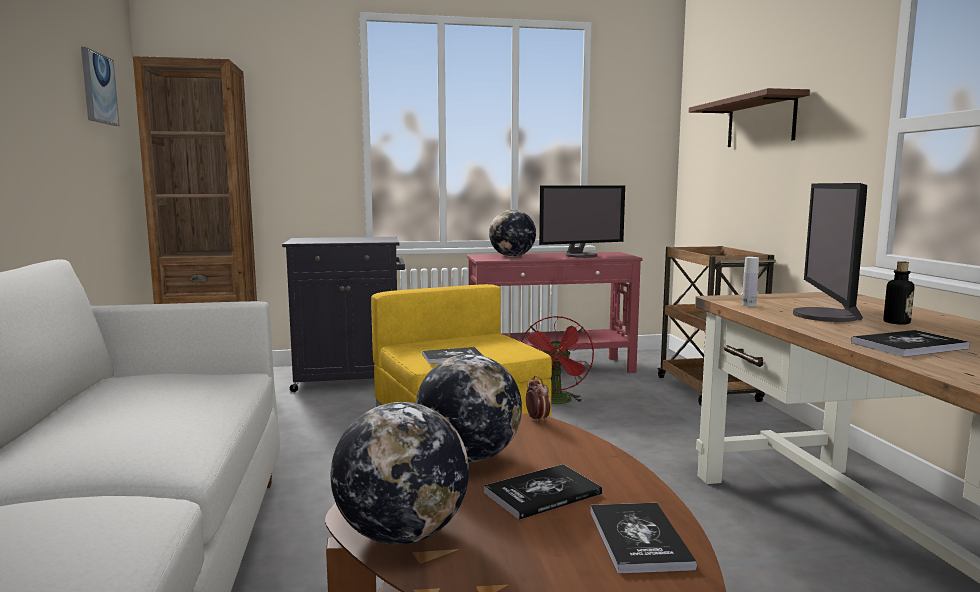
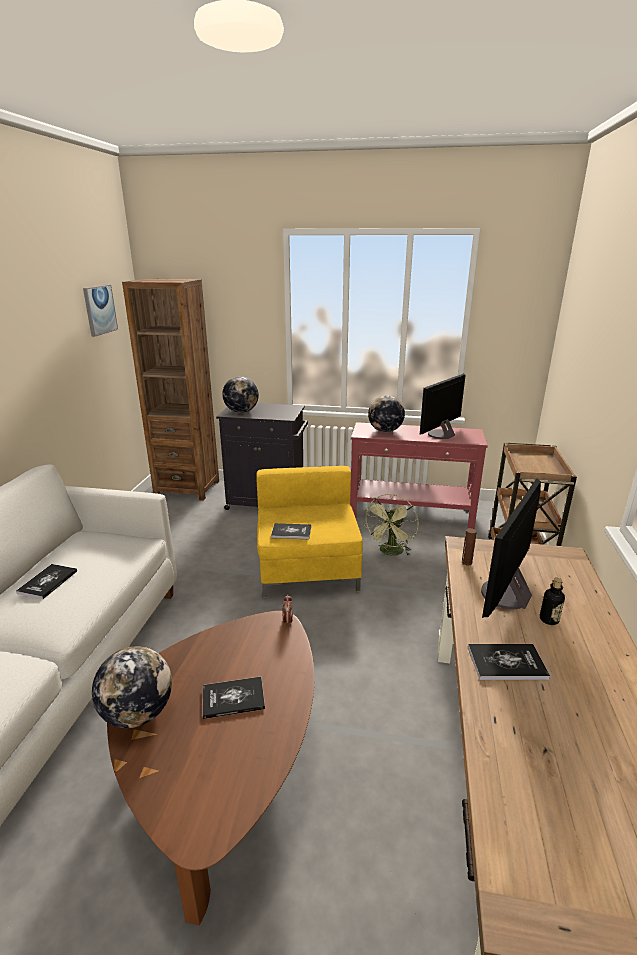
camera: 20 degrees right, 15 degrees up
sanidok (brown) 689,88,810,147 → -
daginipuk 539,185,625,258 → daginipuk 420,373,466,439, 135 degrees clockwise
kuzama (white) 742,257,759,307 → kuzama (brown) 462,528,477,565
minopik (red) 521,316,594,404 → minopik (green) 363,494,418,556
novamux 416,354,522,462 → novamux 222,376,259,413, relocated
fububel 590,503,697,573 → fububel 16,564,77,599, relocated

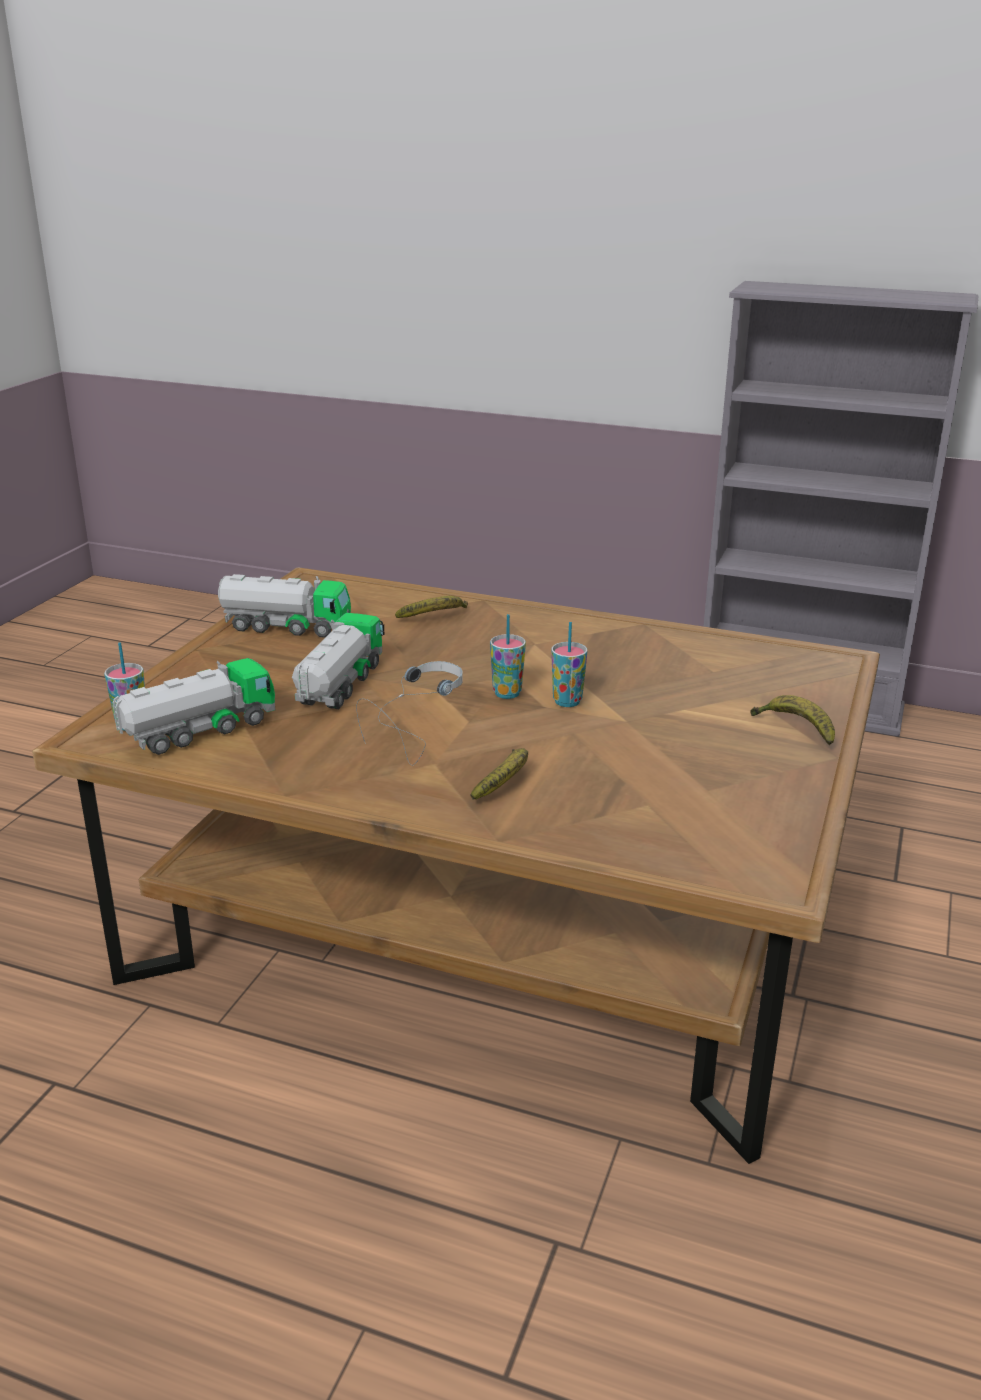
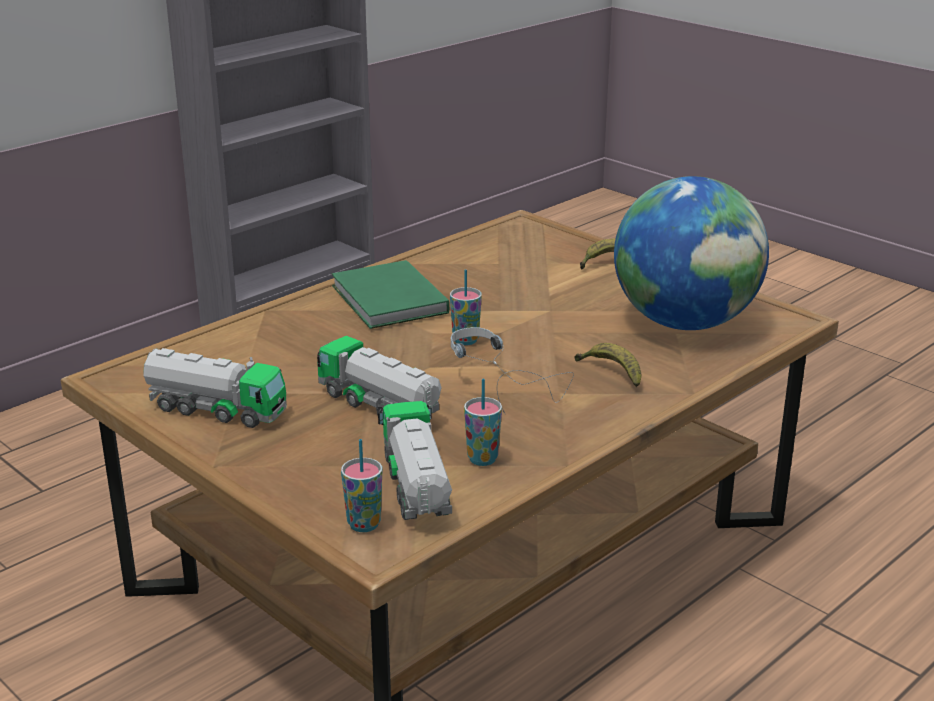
camera: 65 degrees left, 0 degrees up
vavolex 218,574,351,638 → vavolex 143,348,287,428, 75 degrees clockwise
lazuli 395,596,468,618 → -
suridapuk 551,622,587,707 → suridapuk 464,379,502,466, relocated
- → novamux 614,176,769,330
- → fububel (green) 332,260,449,329

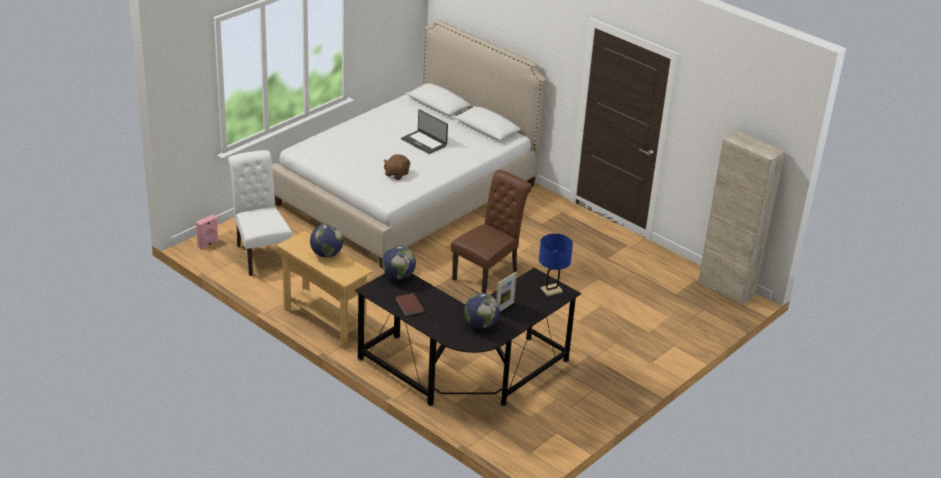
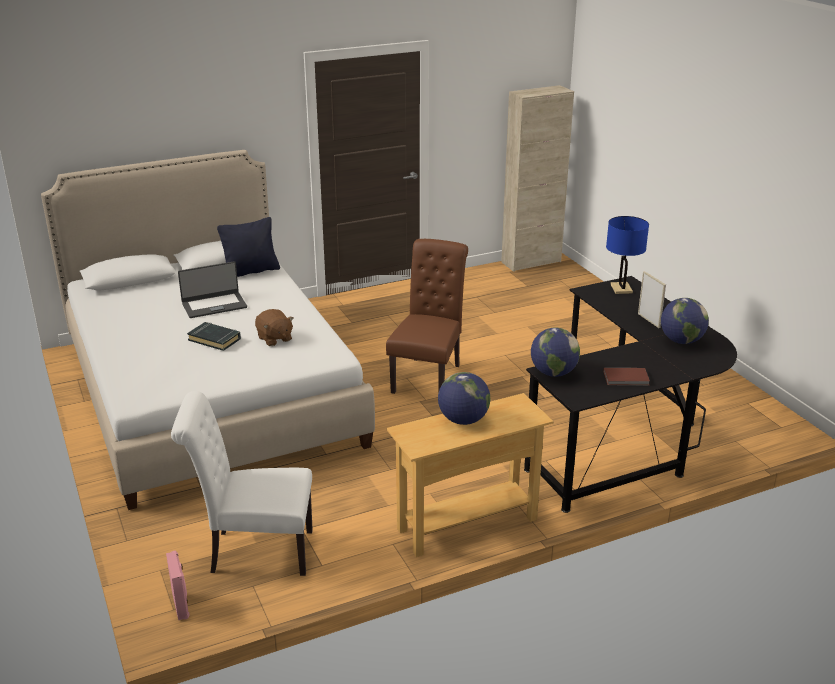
camera: 65 degrees left, 5 degrees down
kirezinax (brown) 451,170,532,293 → kirezinax (brown) 386,239,468,394, 45 degrees clockwise
- → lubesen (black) 217,217,280,277
- → fububel (black) 187,322,241,351

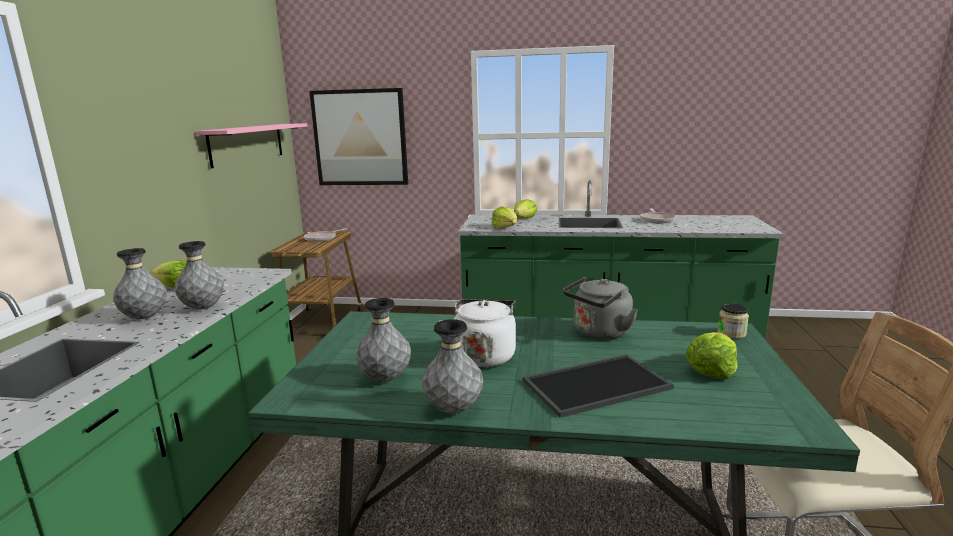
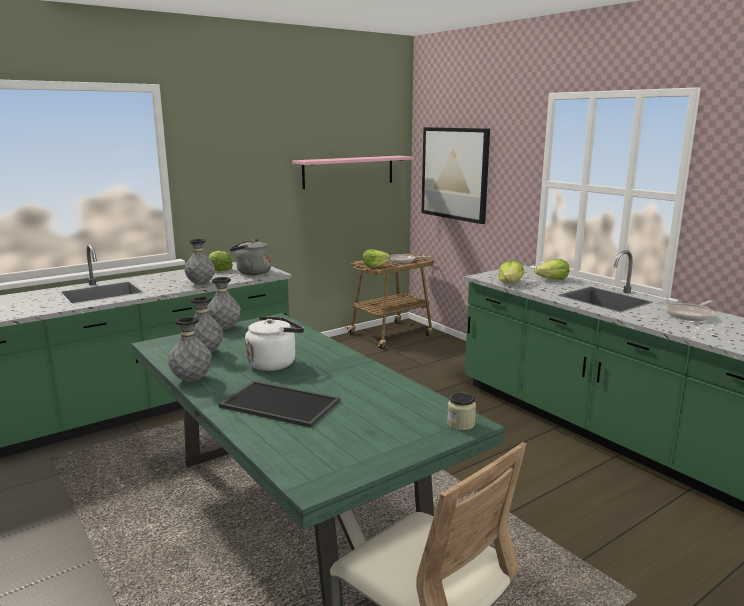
camera: 45 degrees right, 0 degrees up
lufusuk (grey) 113,248,167,319 → lufusuk (grey) 207,277,241,329, relocated
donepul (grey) 563,277,638,339 → donepul (grey) 229,239,271,275, relocated
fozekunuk 686,332,738,379 → fozekunuk 363,249,391,267, relocated

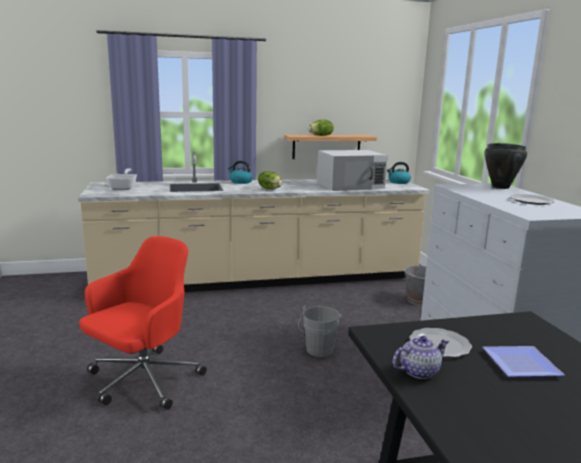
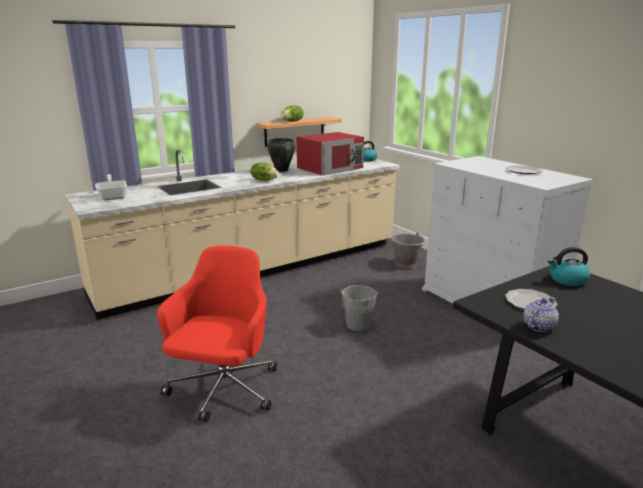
camera: 20 degrees left, 5 degrees up
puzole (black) 484,143,527,189 → puzole (black) 267,138,296,172, relocated
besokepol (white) 317,150,388,191 → besokepol (red) 297,132,364,176
donepul 228,161,253,184 → donepul 548,247,590,286, relocated
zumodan 482,346,565,377 → -

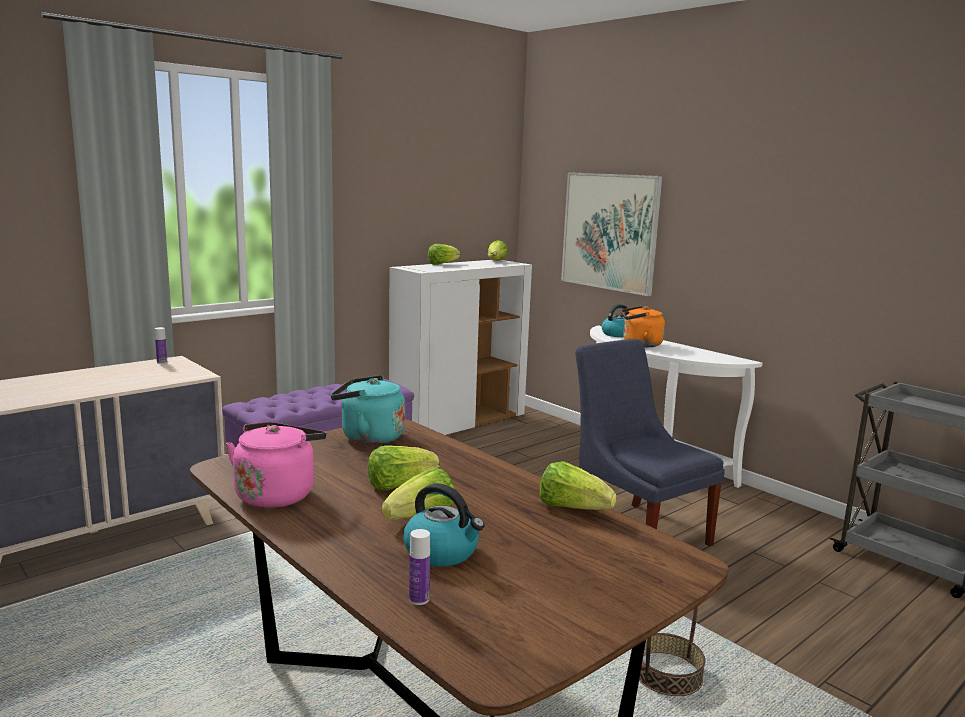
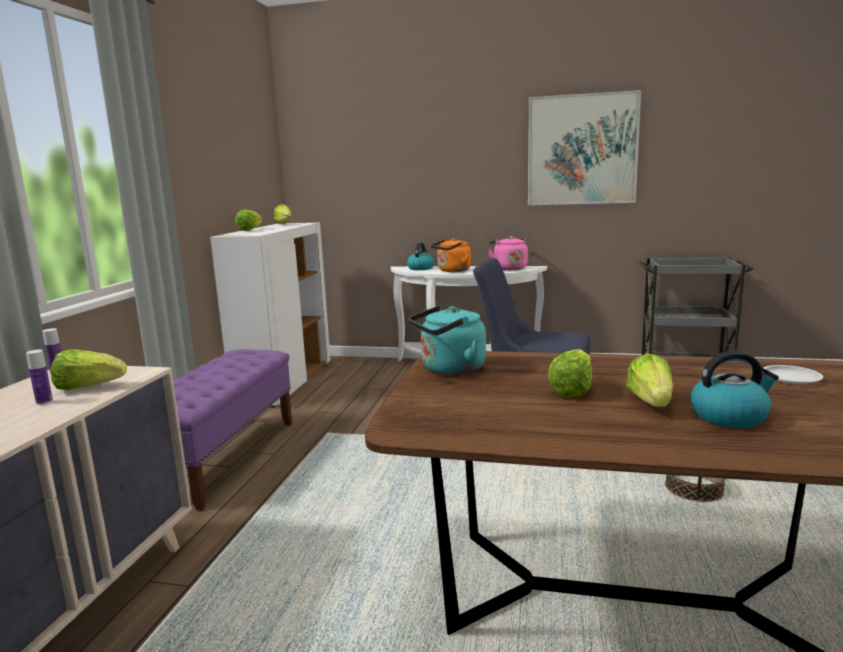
camera: 35 degrees left, 0 degrees up
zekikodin 561,172,662,296 → zekikodin 528,90,641,205, relocated
donepul (pink) 226,422,326,508 → donepul (pink) 488,236,528,270, relocated
fozekunuk 539,461,617,510 → fozekunuk 51,350,127,390, relocated
kuzama 409,529,430,605 → kuzama 26,350,53,405, relocated
- → zumodan (white) 763,365,823,384

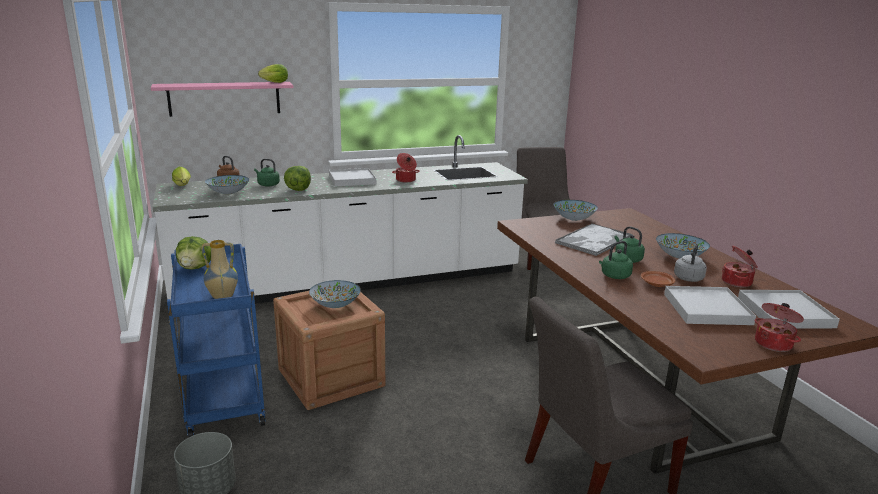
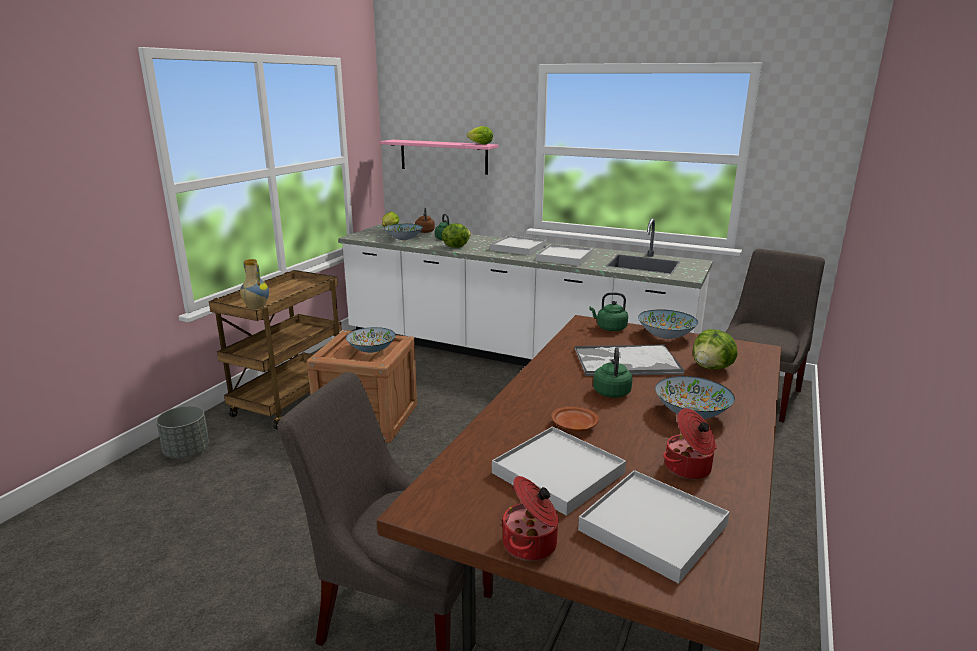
camera: 45 degrees right, 0 degrees up
puzole 392,153,420,182 → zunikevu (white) 536,244,593,266
fozekunuk 176,236,211,270 → fozekunuk 693,329,737,370, relocated
donepul (green) 599,241,633,279 → donepul (green) 589,292,628,331, relocated
donepul (grey) 674,243,707,282 → -
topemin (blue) 167,244,266,437 → topemin (brown) 209,270,342,429

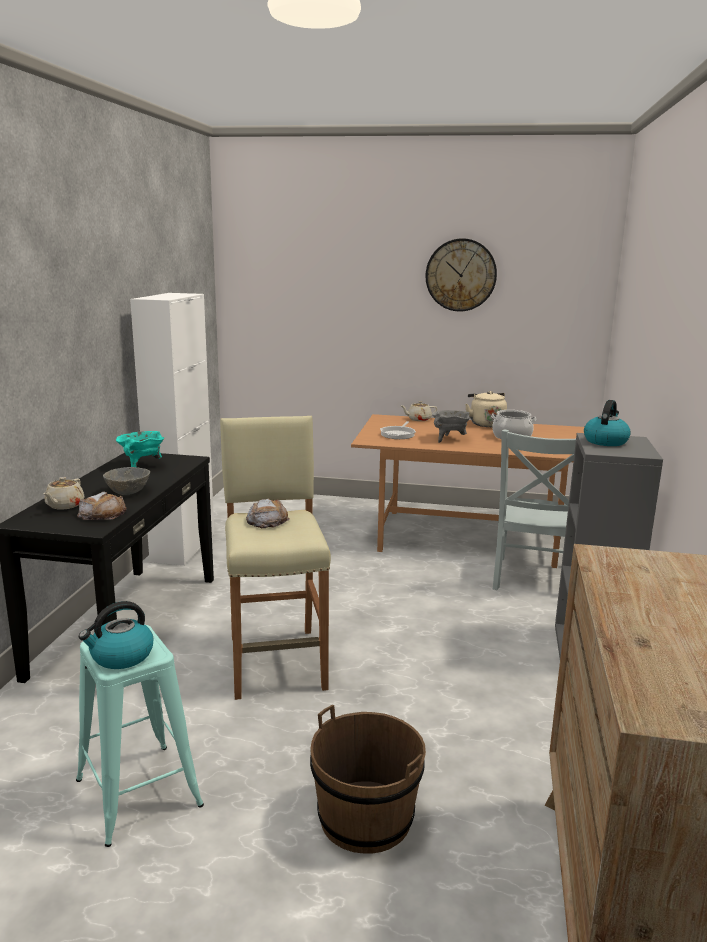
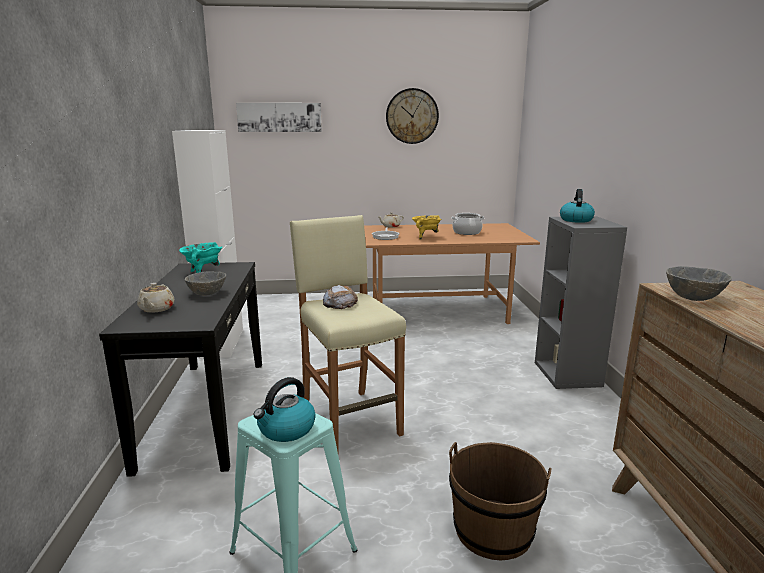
camera: 15 degrees left, 0 degrees up
donepul (beige) 465,391,507,427 → -
puzole (grey) 432,410,470,443 → puzole (yellow) 412,215,441,240
kirezinax (grey) 493,430,576,590 → -
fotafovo 77,492,127,520 → -
- → zekikodin 236,103,322,132
- → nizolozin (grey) 666,266,732,301

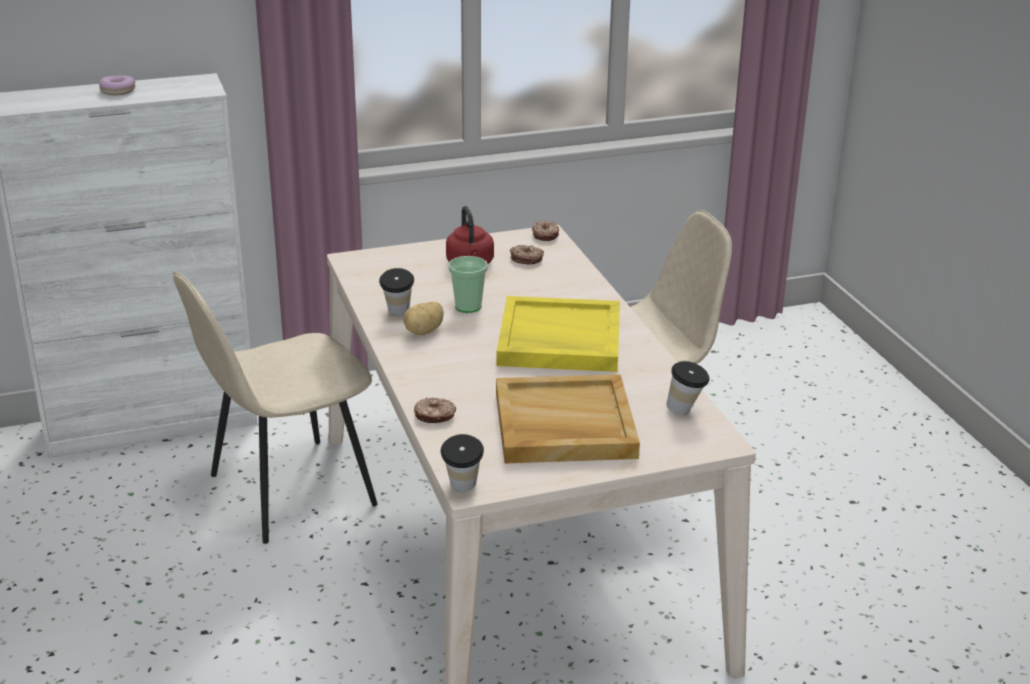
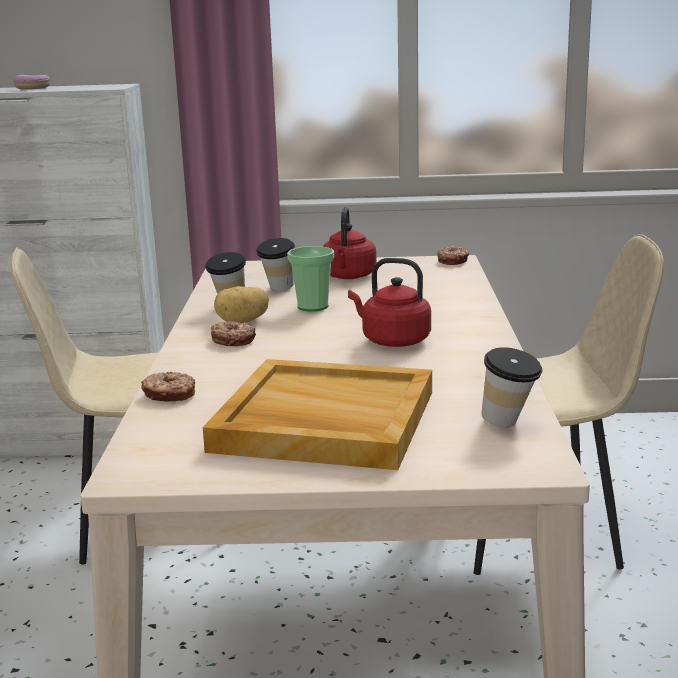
camera: 20 degrees right, 10 degrees down
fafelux 510,245,544,264 → fafelux 211,321,256,346, relocated
zunikevu (yellow) 496,296,620,372 → donepul (red) 348,258,431,347
suridapuk 441,434,484,492 → suridapuk 256,238,295,291, relocated

